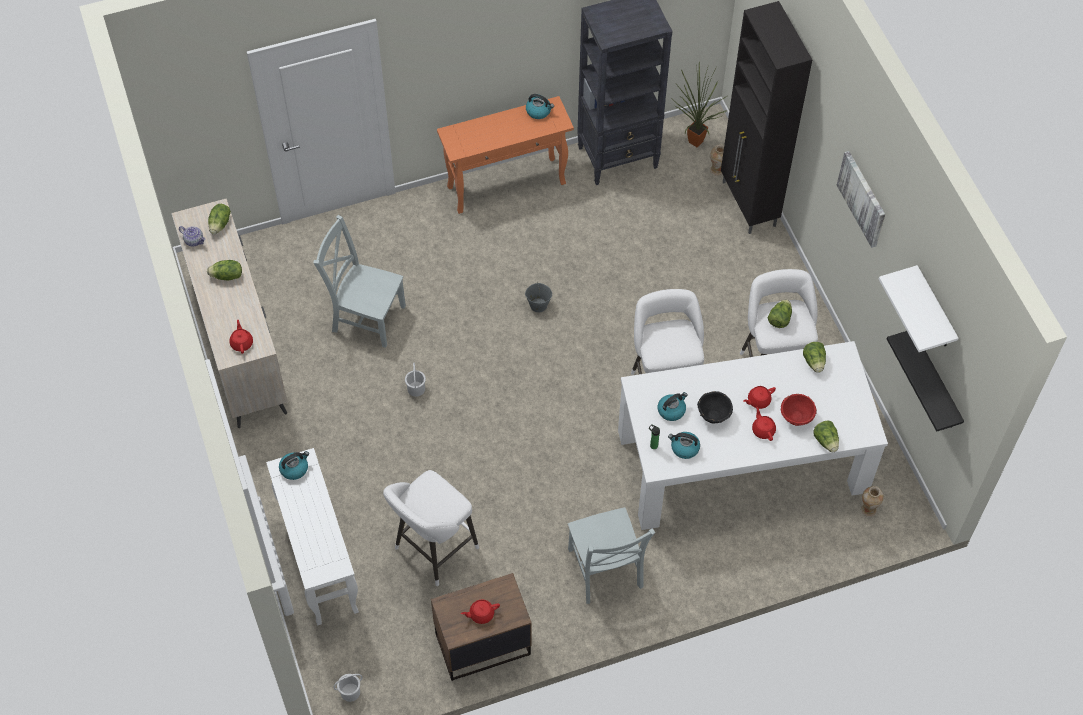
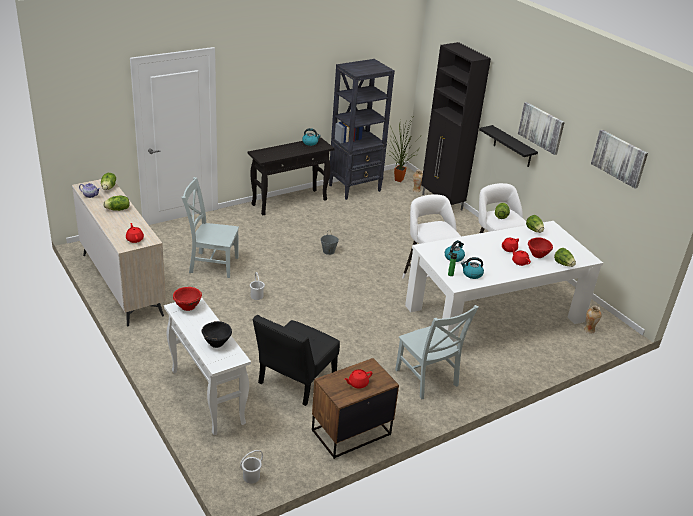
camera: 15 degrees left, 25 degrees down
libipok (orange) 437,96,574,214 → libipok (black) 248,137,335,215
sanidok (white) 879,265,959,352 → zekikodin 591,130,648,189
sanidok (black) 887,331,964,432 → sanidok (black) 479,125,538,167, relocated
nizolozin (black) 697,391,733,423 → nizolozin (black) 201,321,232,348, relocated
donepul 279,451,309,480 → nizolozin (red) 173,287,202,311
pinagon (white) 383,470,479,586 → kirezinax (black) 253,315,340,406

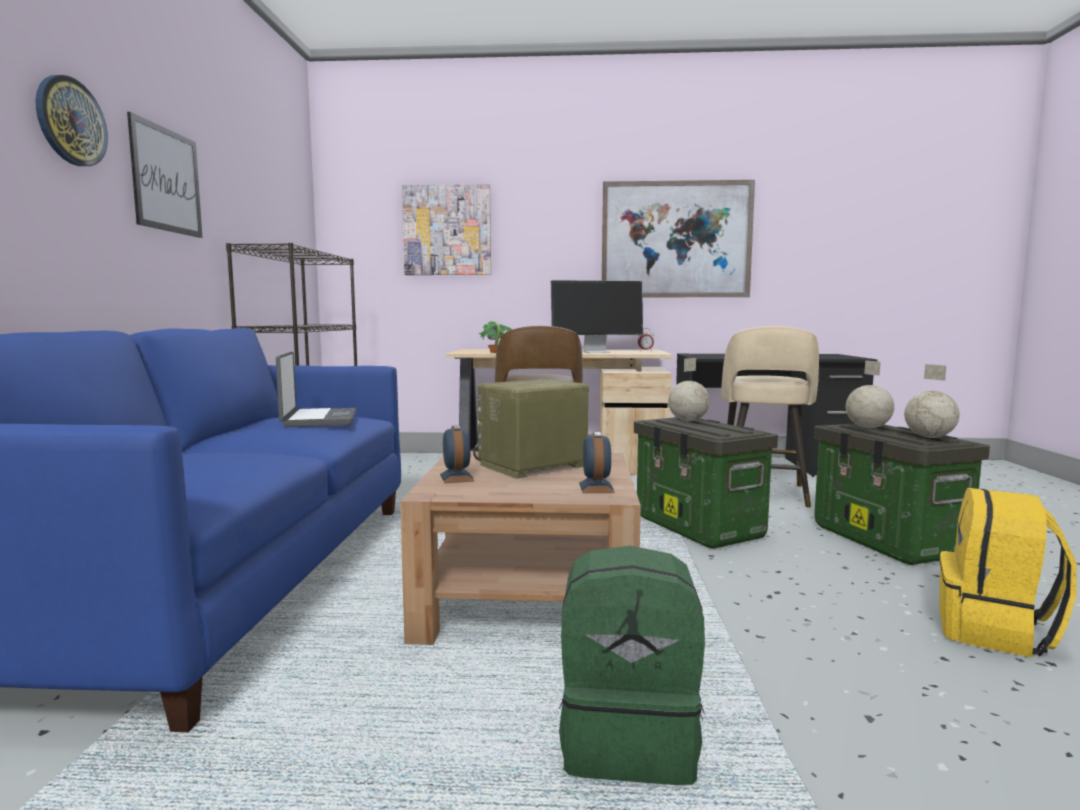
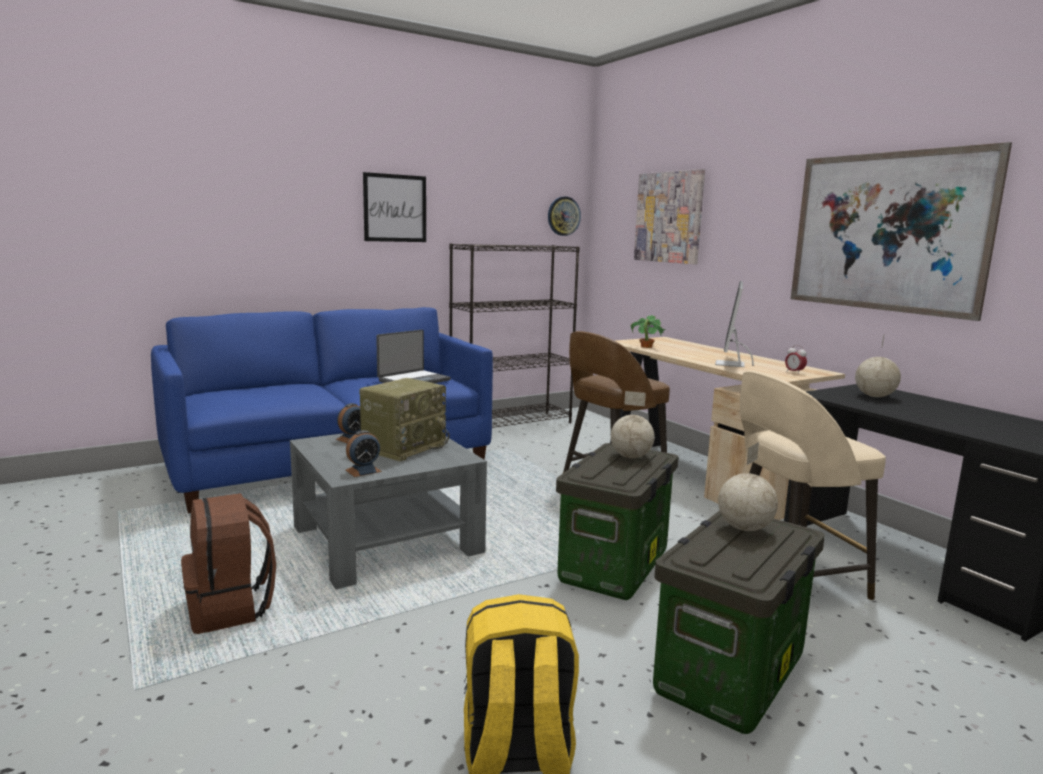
camera: 55 degrees right, 5 degrees up
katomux 36,75,108,166 → katomux 548,196,581,236, relocated
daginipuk 551,280,643,353 → daginipuk 715,281,754,367, 60 degrees clockwise
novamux 904,364,960,438 → novamux 855,335,901,397, relocated
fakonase 473,379,589,479 → fakonase 360,378,450,461, 105 degrees clockwise
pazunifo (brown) 400,451,641,645 → pazunifo (grey) 290,433,487,589
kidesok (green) 559,546,705,785 → kidesok (brown) 181,493,276,634

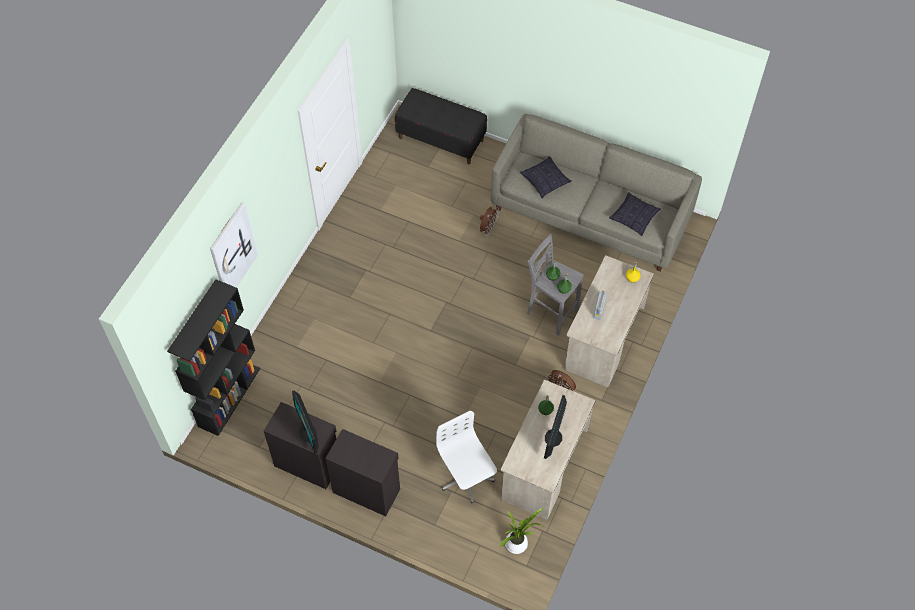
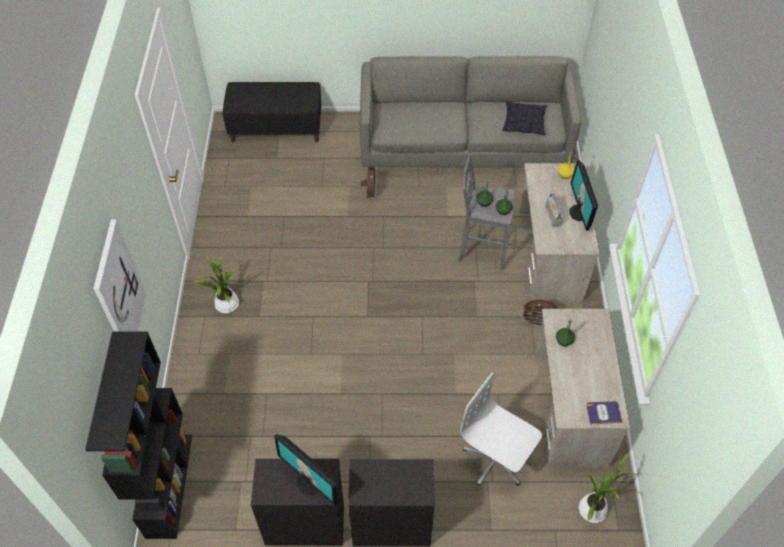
camera: 25 degrees left, 5 degrees down
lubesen 520,157,572,198 → -
daginipuk 544,395,567,459 → daginipuk 569,160,598,231, relocated
- → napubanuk 191,254,239,313
- → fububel 586,401,622,424

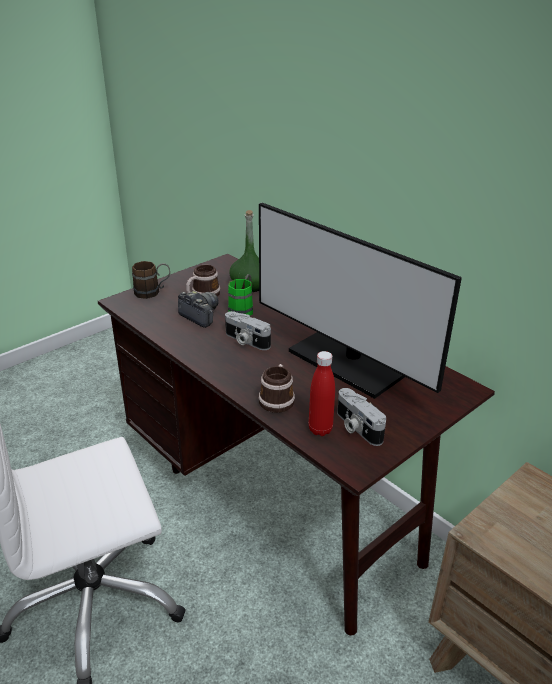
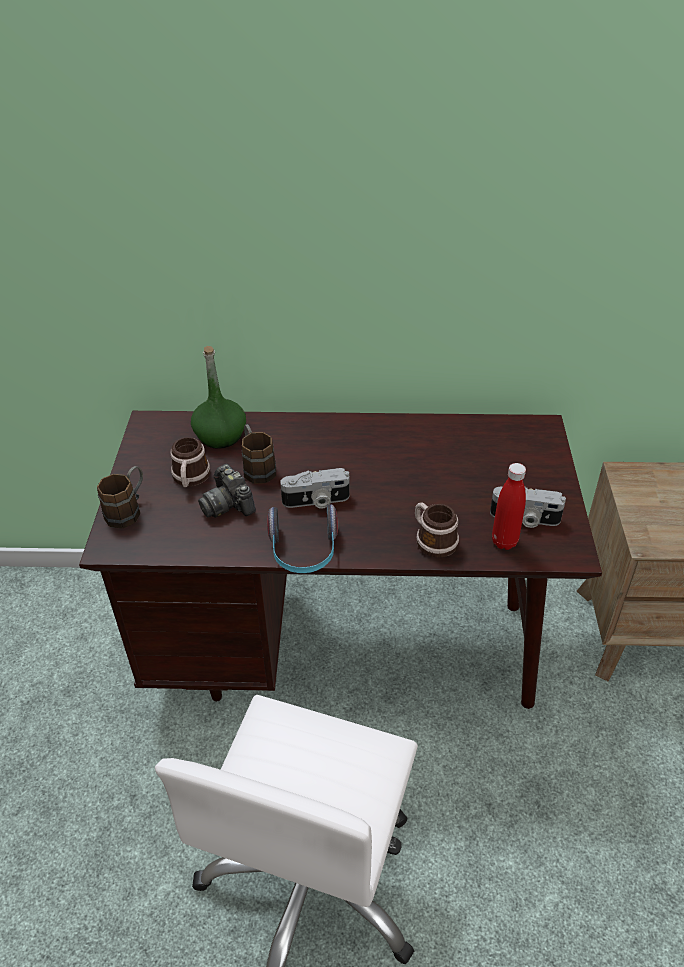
camera: 45 degrees left, 10 degrees up
daginipuk 259,203,462,399 → -
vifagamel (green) 228,274,253,316 → vifagamel (brown) 242,424,276,484
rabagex 178,291,219,328 → rabagex 198,464,256,518, 120 degrees counterclockwise
- → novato 267,504,339,573

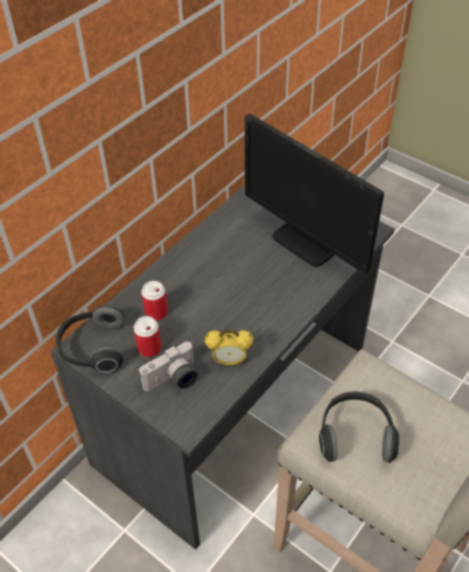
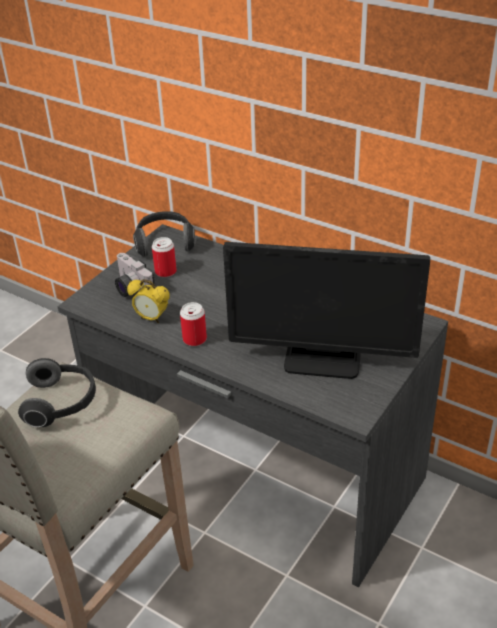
camera: 85 degrees right, 10 degrees down
daginipuk 245,114,384,274 → daginipuk 223,242,430,379, 120 degrees counterclockwise
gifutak 141,281,168,321 → gifutak 180,302,207,346, relocated
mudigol 205,330,253,365 → mudigol 127,279,170,323, 60 degrees counterclockwise

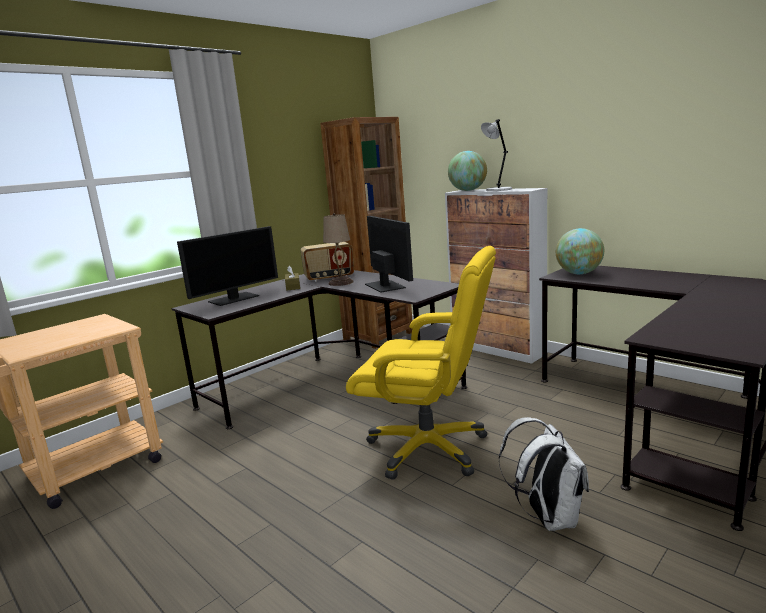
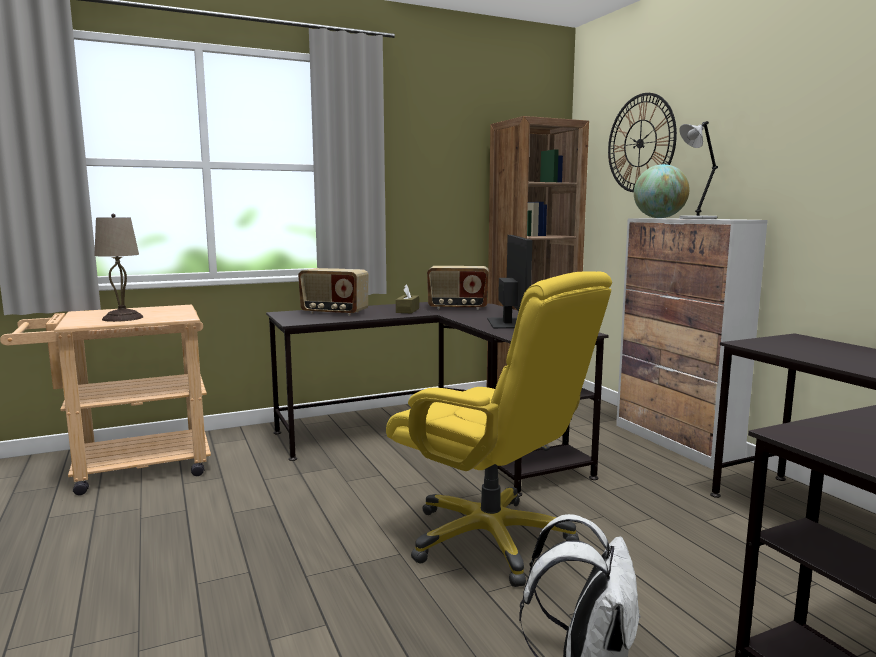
camera: 20 degrees right, 5 degrees down
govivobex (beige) 323,213,354,286 → govivobex (beige) 94,214,143,322, relocated
daginipuk 177,226,278,306 → fakonase 298,268,368,316
novamux 556,228,604,274 → -
- → katomux 608,93,677,192

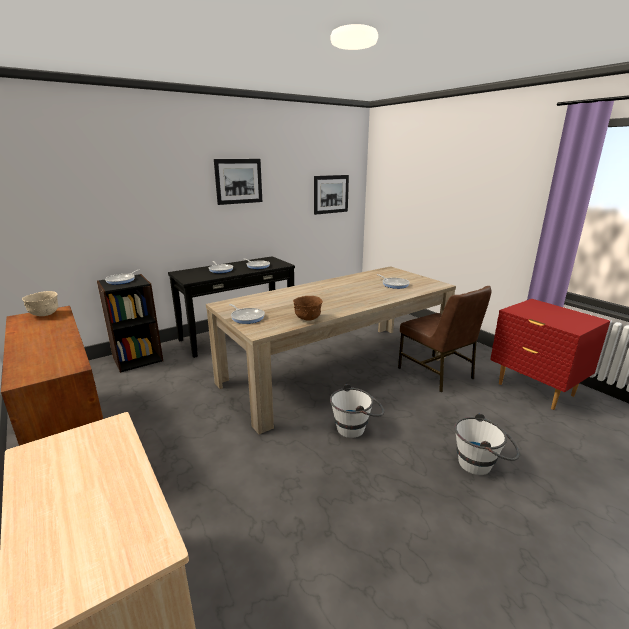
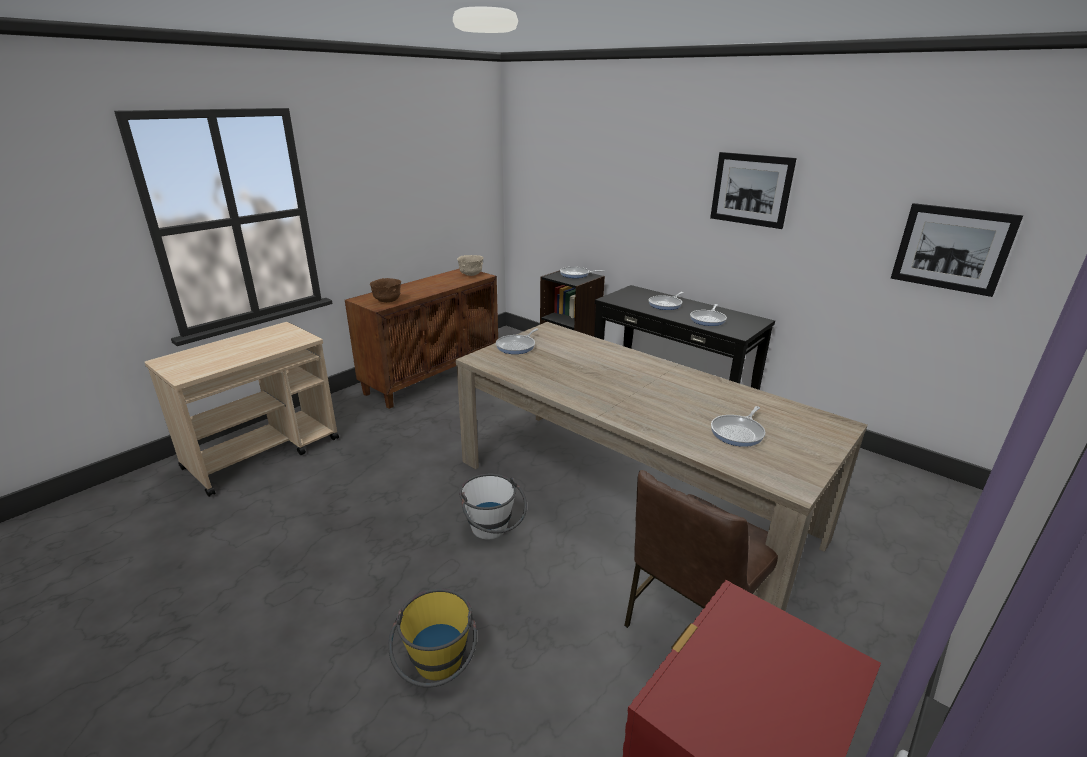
camera: 75 degrees right, 5 degrees up
nizolozin (brown) 293,296,323,321 → nizolozin (brown) 370,278,401,303, relocated
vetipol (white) 454,413,520,475 → vetipol (yellow) 388,589,477,688

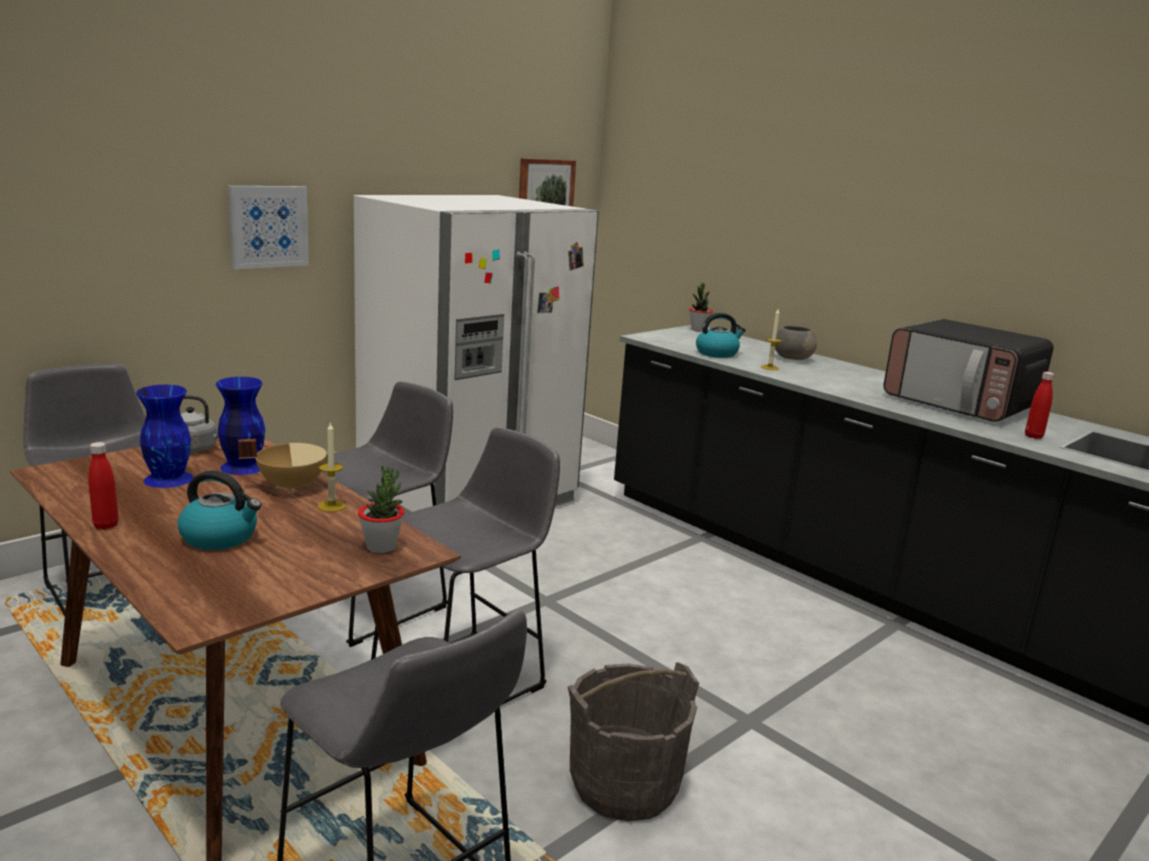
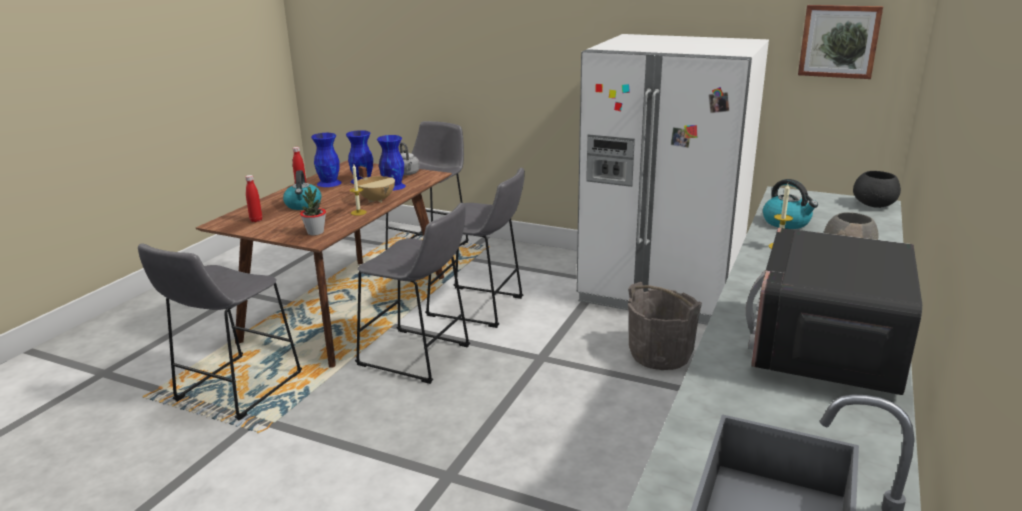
camera: 70 degrees right, 5 degrees up
zekikodin 228,186,309,269 → -
napubanuk 689,282,713,332 → nizolozin (black) 853,171,901,208
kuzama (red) 1025,372,1055,439 → kuzama (red) 245,175,262,222, relocated
vetipol (grey) 568,662,699,821 → vetipol (grey) 628,282,702,370, relocated
- → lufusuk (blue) 311,133,342,187

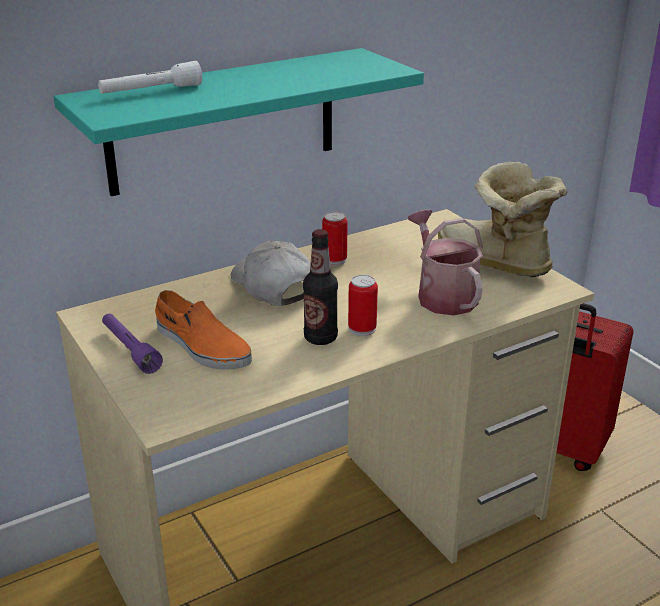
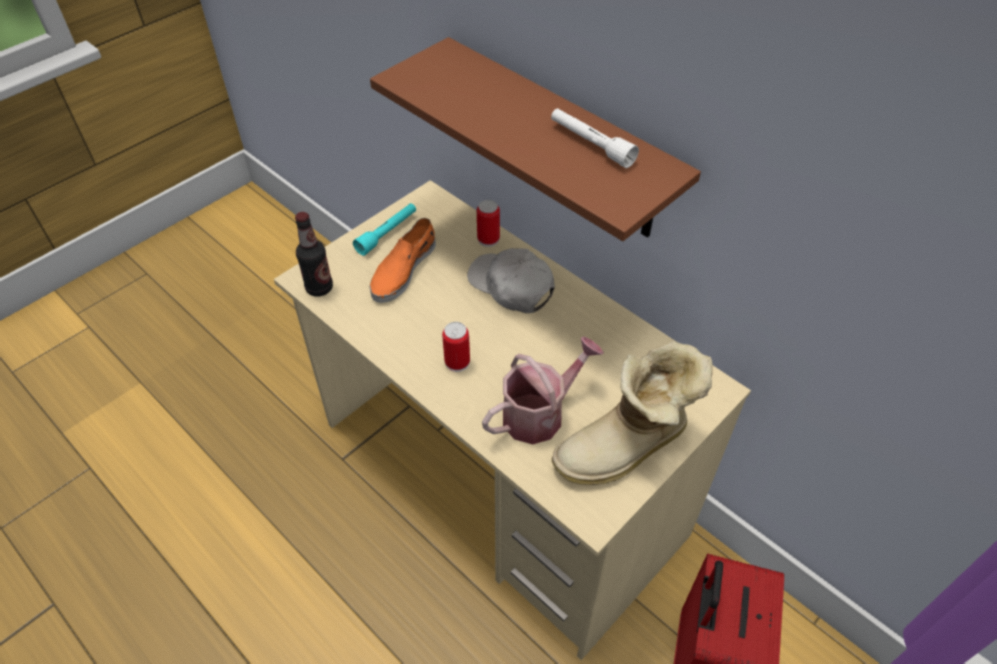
camera: 75 degrees right, 20 degrees up
sanidok (turquoise) 54,48,424,196 → sanidok (brown) 370,37,701,241
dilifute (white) 98,61,202,94 → dilifute (white) 551,108,639,168, relocated
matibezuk 438,162,567,277 → matibezuk 552,341,713,485, 150 degrees counterclockwise
gifutak 322,212,348,265 → gifutak 477,200,500,247, relocated
kuzama 303,229,338,345 → kuzama 295,212,333,297, relocated
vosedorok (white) 231,241,311,306 → vosedorok (white) 467,248,555,313, 90 degrees counterclockwise
dilifute (purple) 102,314,163,374 → dilifute (turquoise) 353,203,416,256

